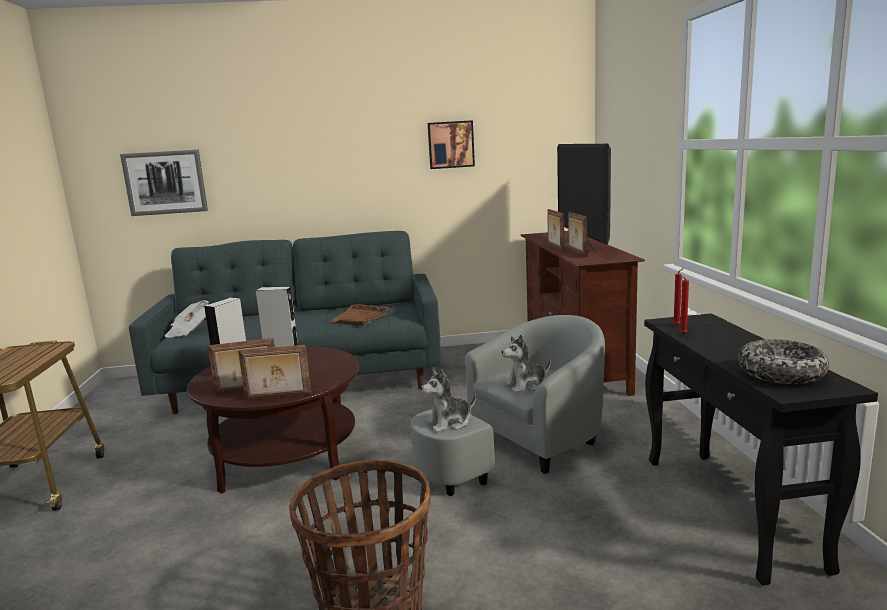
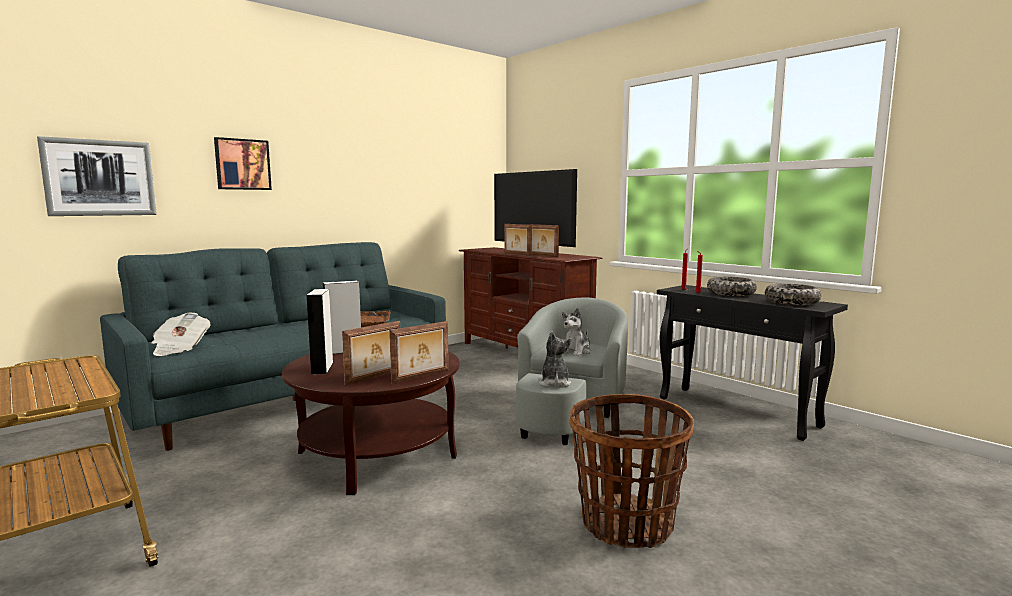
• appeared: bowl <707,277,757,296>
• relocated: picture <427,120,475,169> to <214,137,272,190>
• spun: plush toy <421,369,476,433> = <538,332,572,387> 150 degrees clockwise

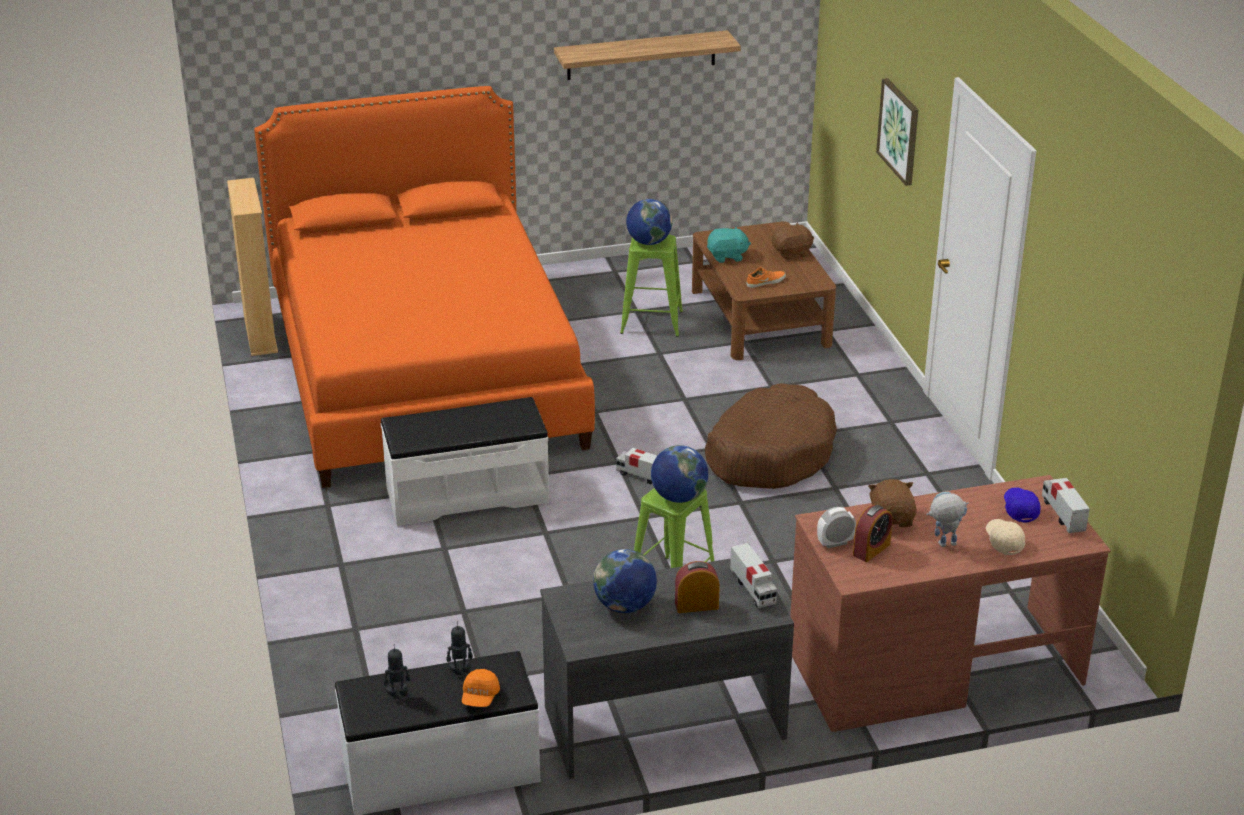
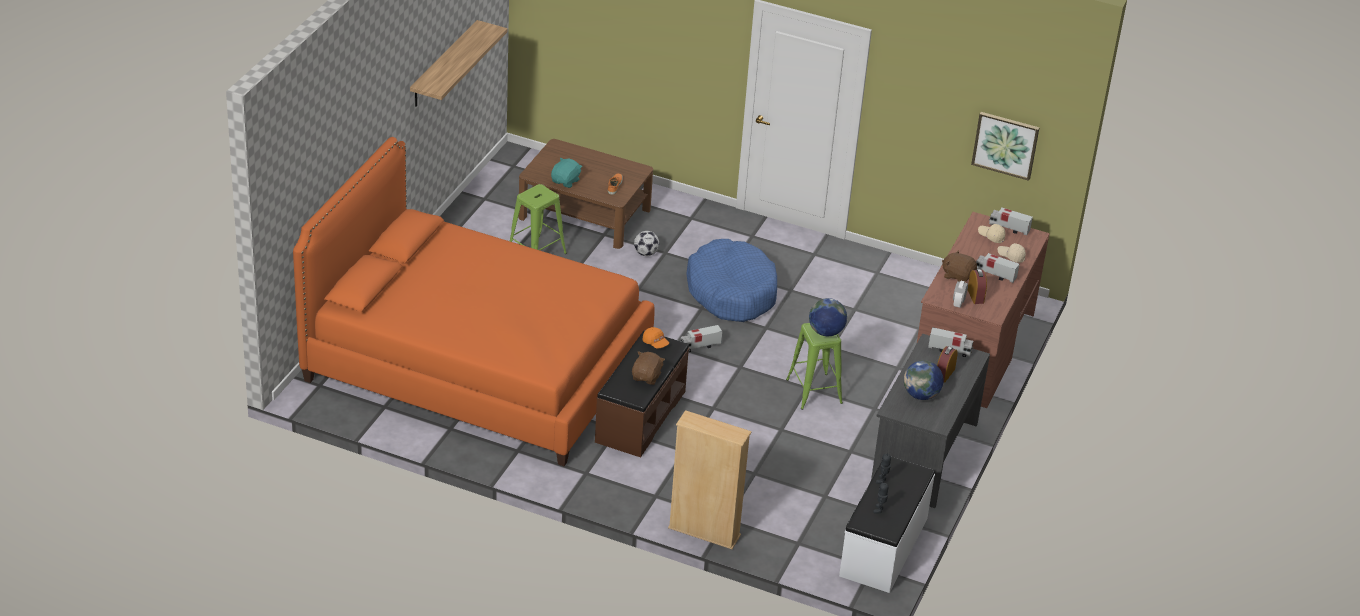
• missing: globe <626,199,672,245>
• appeared: football <634,231,659,256>
• relocated: beige bookcase <227,178,278,356> to <668,410,752,549>
• relocated: orange cap <462,669,500,707> to <643,327,669,349>
• relocated: brown plush toy <771,223,814,260> to <632,351,665,385>
• relocated: picture <876,78,918,186> to <971,112,1039,181>
• exchanged: toy robot <926,492,969,547> to toy truck <976,253,1019,283>
• colour: white bench <381,397,549,526> to brown bench <595,330,689,457>
• colour: brown dog bed <705,383,837,489> to blue dog bed <686,239,777,322>
• colour: blue cap <1004,487,1040,522> to beige cap <978,224,1006,243>

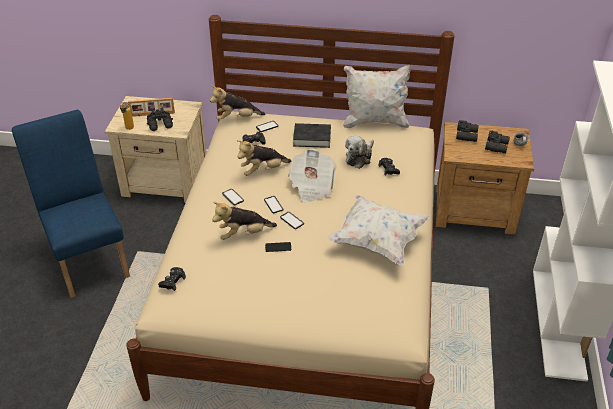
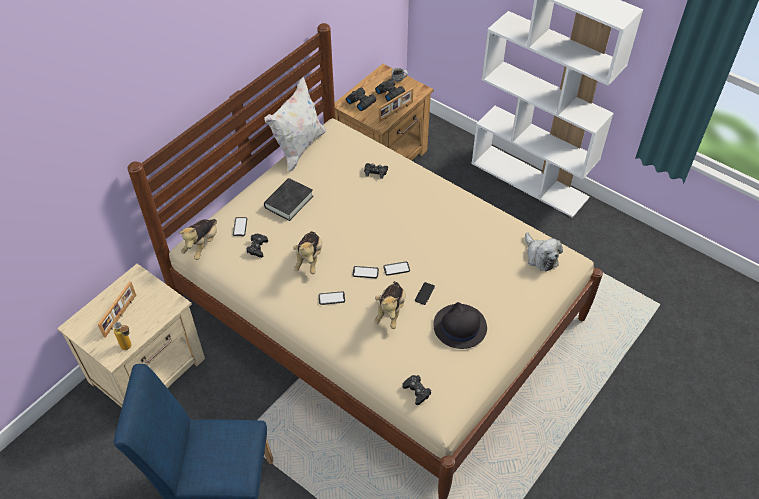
• missing: black binoculars <147,107,173,131>
• missing: newspaper <288,148,336,203>
• missing: white pillow <327,195,429,266>
• appeared: picture frame <378,88,413,123>
• appeared: black hat <433,302,487,349>
• relocated: plush toy <345,136,374,169> to <525,232,563,271>

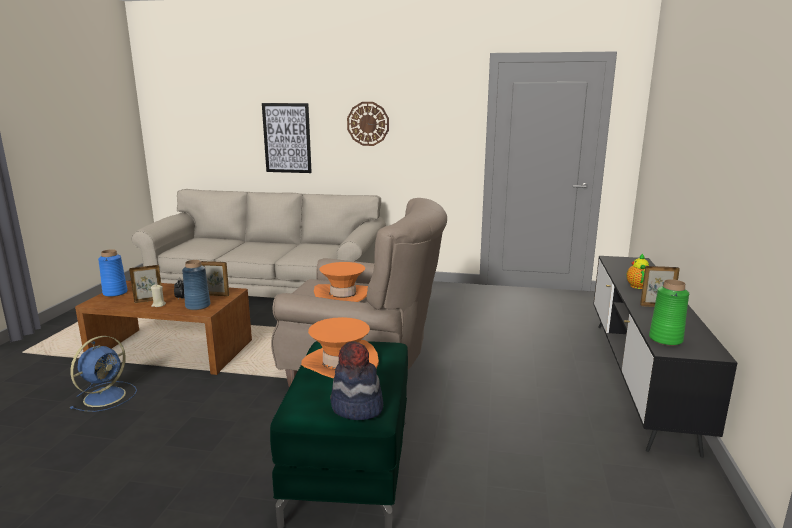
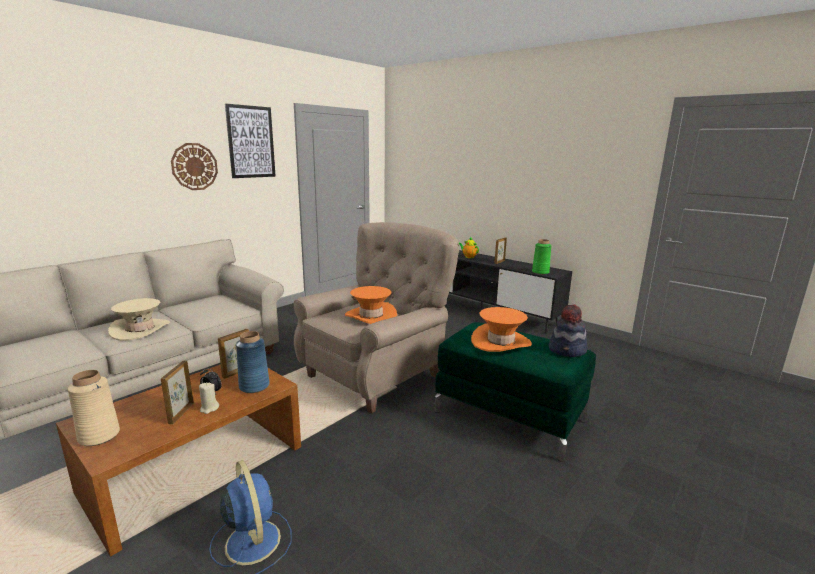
• appeared: beige hat <108,298,170,341>
• relocated: picture <262,103,312,173> to <225,104,276,178>
• colour: blue vase <98,249,128,297> to beige vase <68,370,120,446>

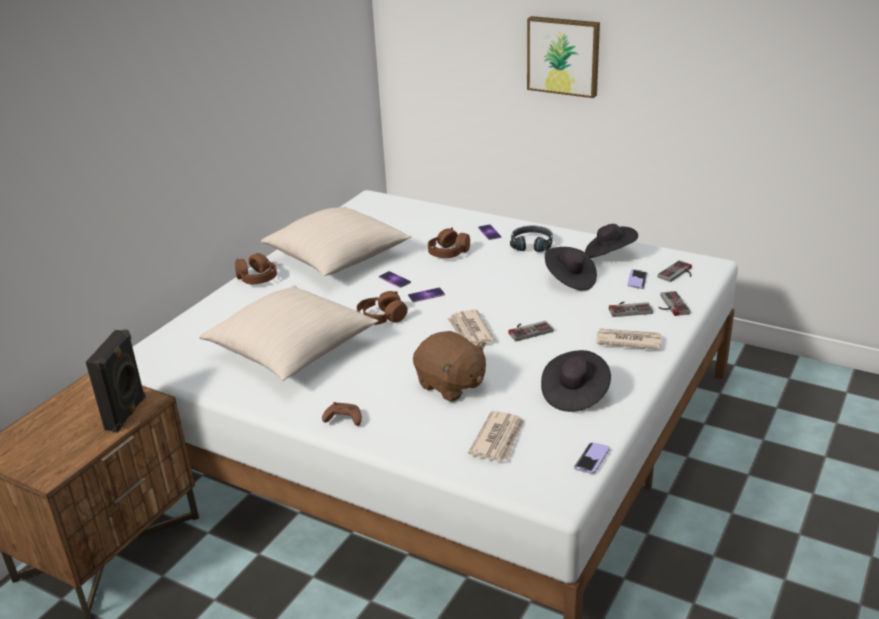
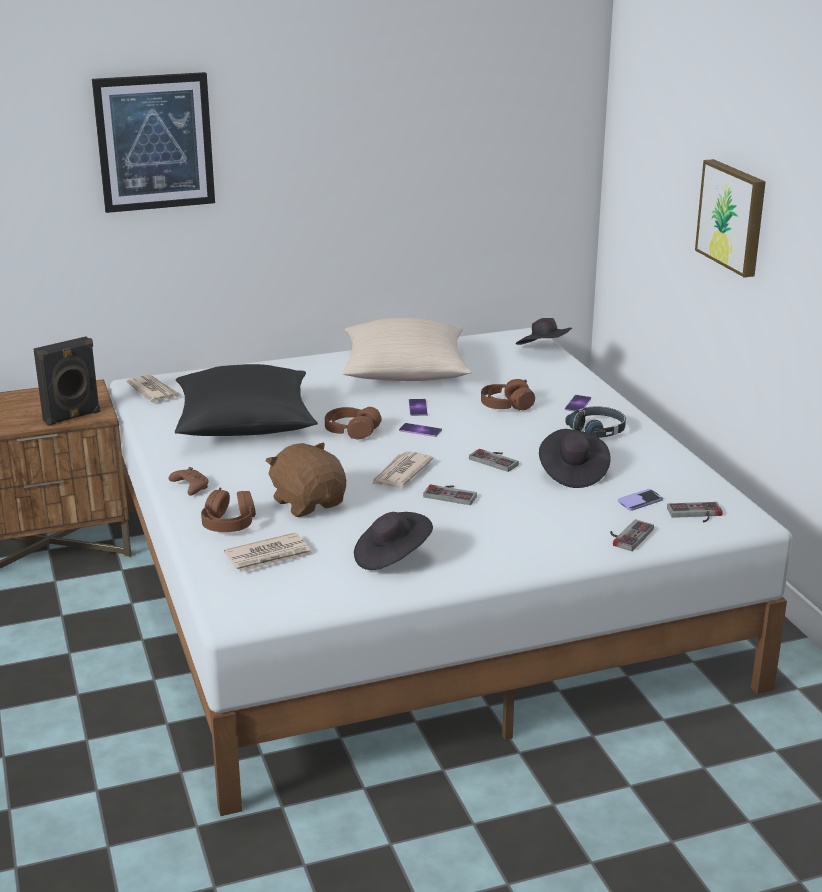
• missing: phone <574,442,610,474>
• appeared: picture <92,72,215,213>
• relocated: brown headphones <235,253,277,284> to <201,487,256,532>
• relocated: black hat <585,224,638,258> to <516,318,572,345>
• relocated: newspaper <596,328,661,350> to <126,375,180,402>
• relocated: game controller <609,302,653,317> to <469,449,519,472>
• colour: beige pillow <199,285,379,381> to black pillow <175,364,318,436>
• spun: brown plush toy <413,331,486,402> = <265,442,346,517> 150 degrees clockwise

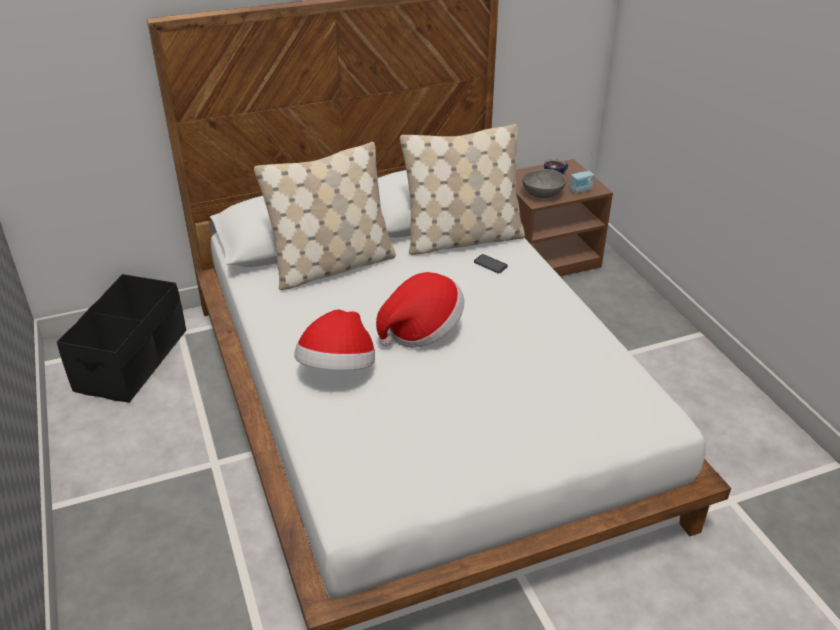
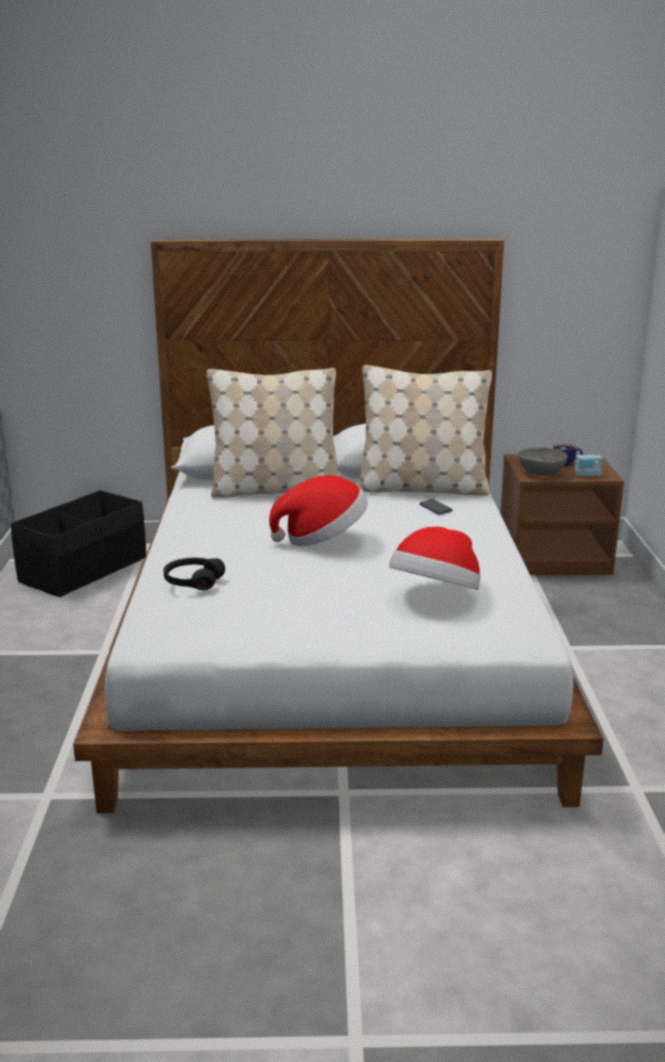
• appeared: black headphones <164,558,225,590>
• relocated: hat <294,309,375,371> to <389,527,481,590>

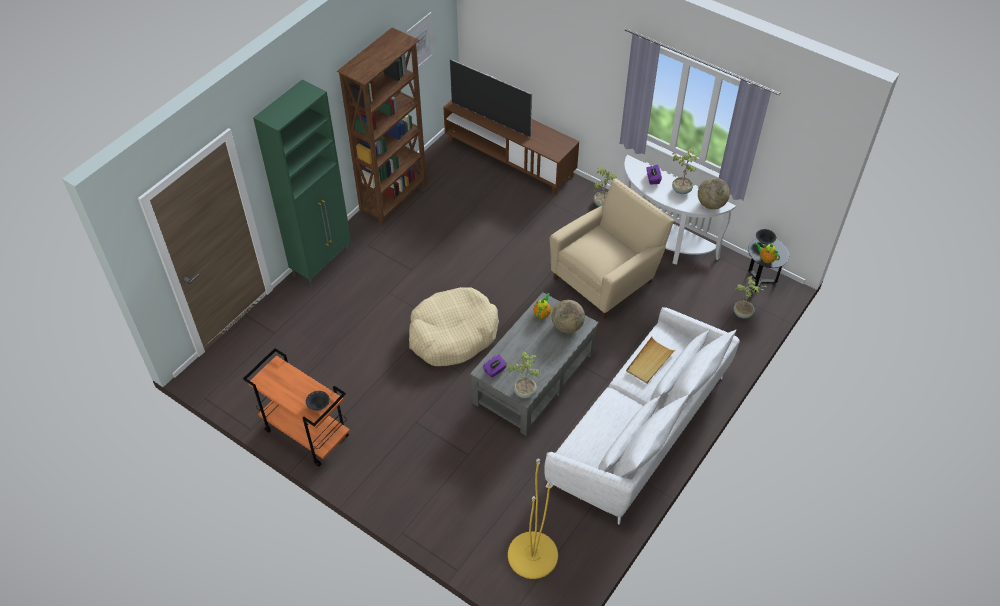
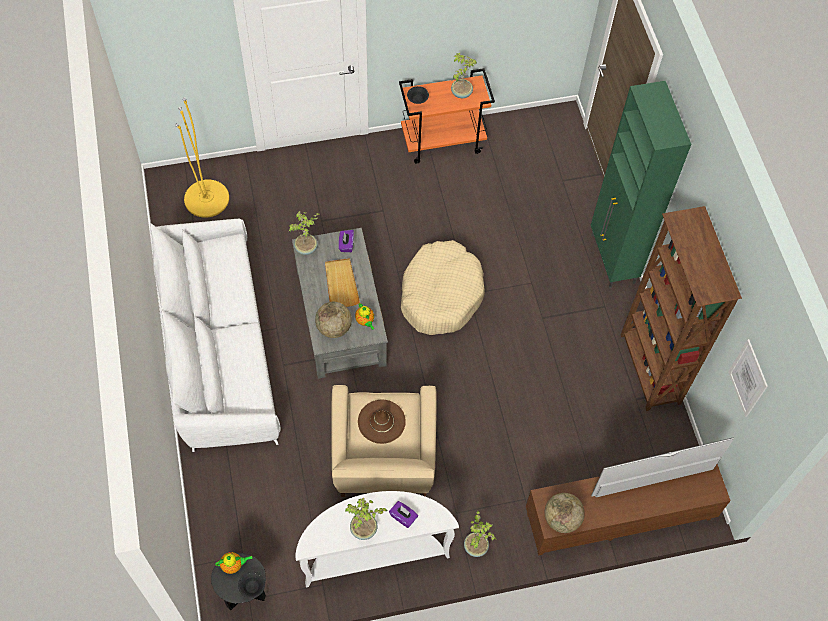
• appeared: brown hat <358,400,406,444>
• relocated: beige tray <626,337,675,384> to <325,258,360,307>
• relocated: globe <698,178,730,209> to <544,493,585,533>
• relocated: potted plant <734,276,767,319> to <451,53,477,98>

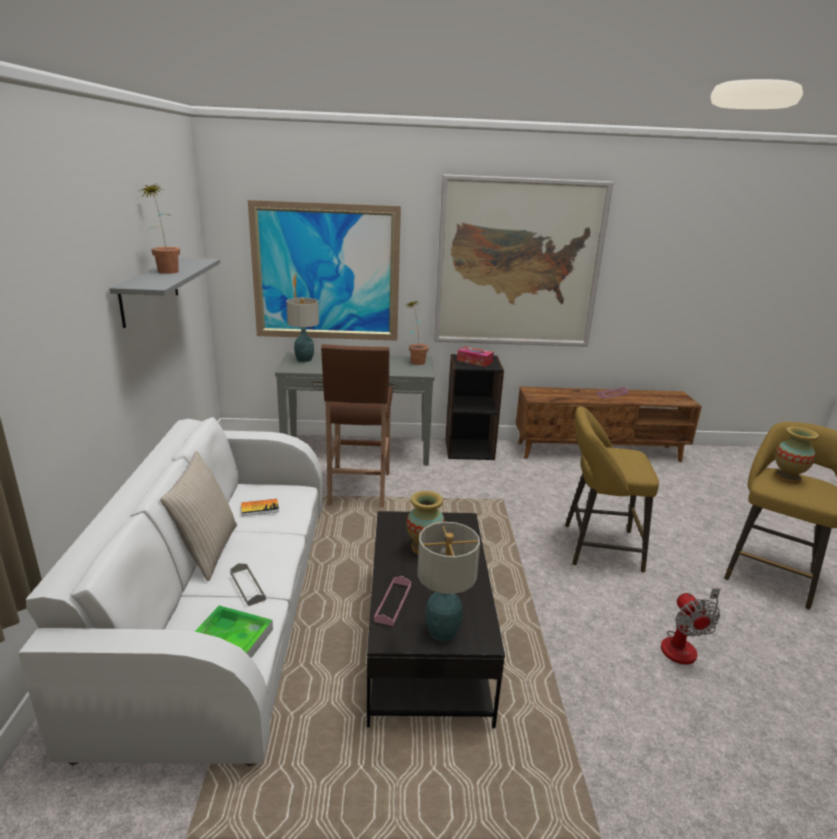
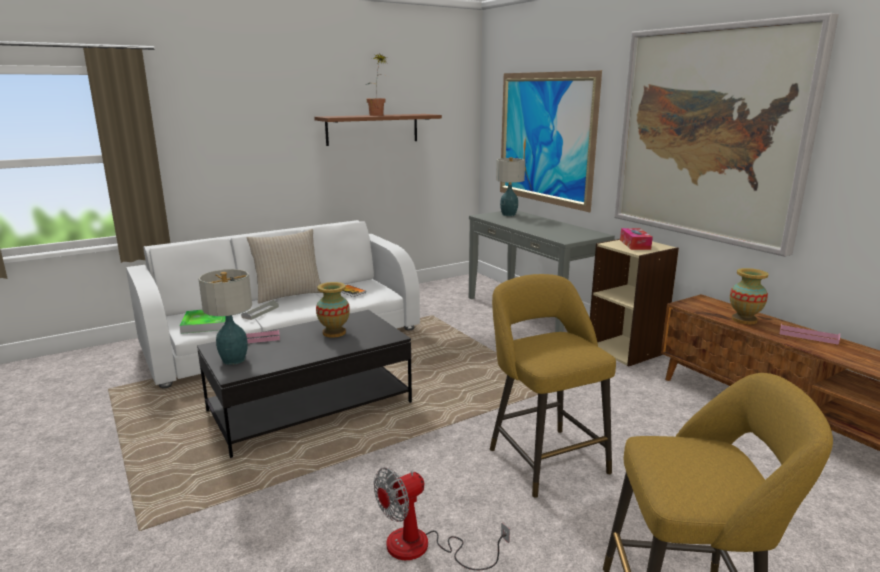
• missing: brown stool <321,344,393,508>
• missing: potted plant <405,300,429,365>
• relocated: vase <775,426,819,484> to <730,268,768,325>
• colour: grey shelf <109,258,220,328> to brown shelf <314,114,442,146>
• colour: black bookcase <445,354,504,460> to beige bookcase <590,239,679,366>

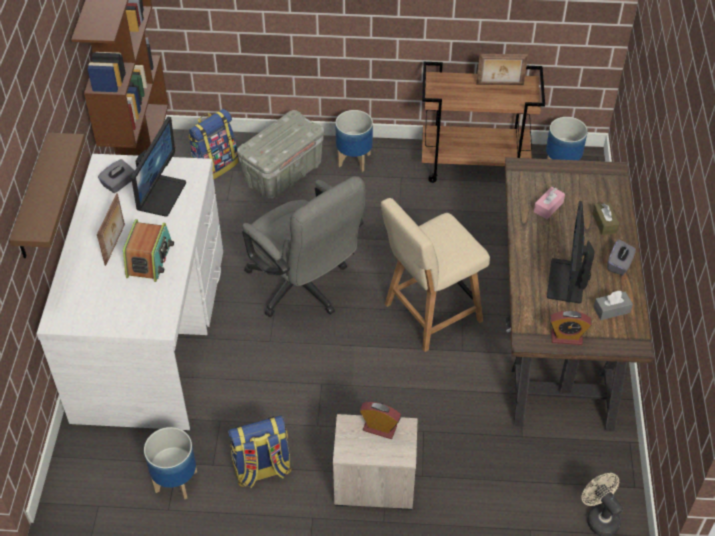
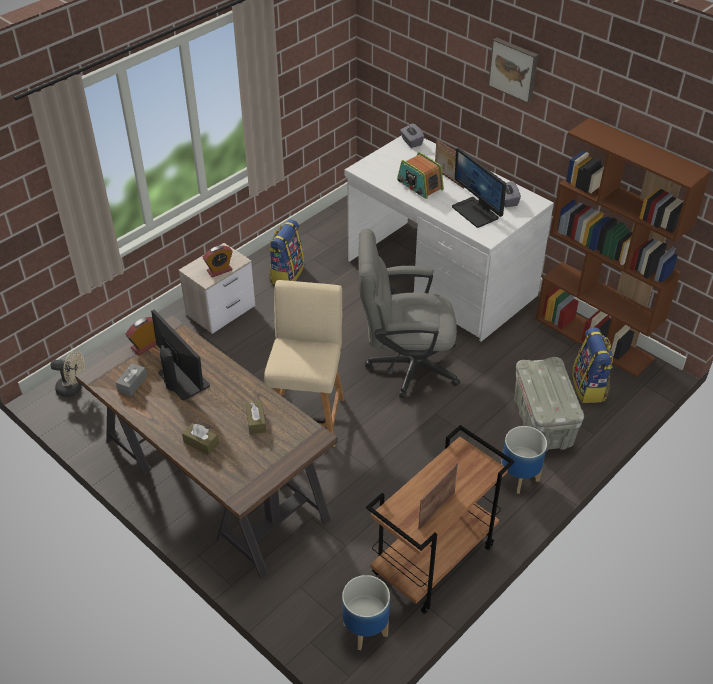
• missing: brown shelf <9,133,85,258>
• missing: planter <144,427,197,499>
• appeared: picture <488,38,538,103>
• relocated: grey tissue box <607,239,636,276> to <400,123,424,148>
• colour: pink tissue box <534,187,565,219> to brown tissue box <246,401,266,435>

